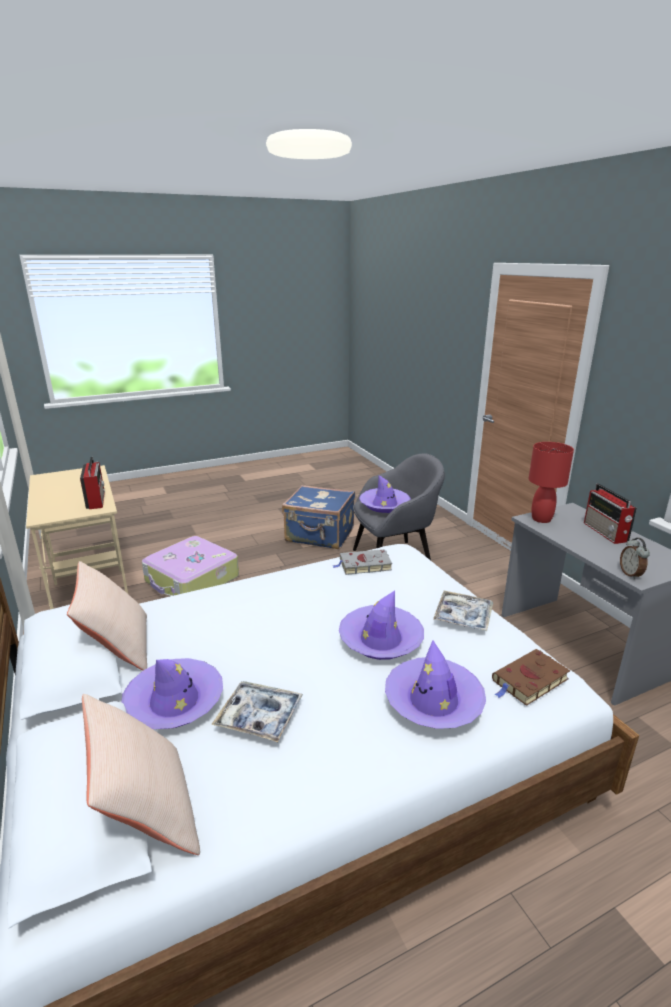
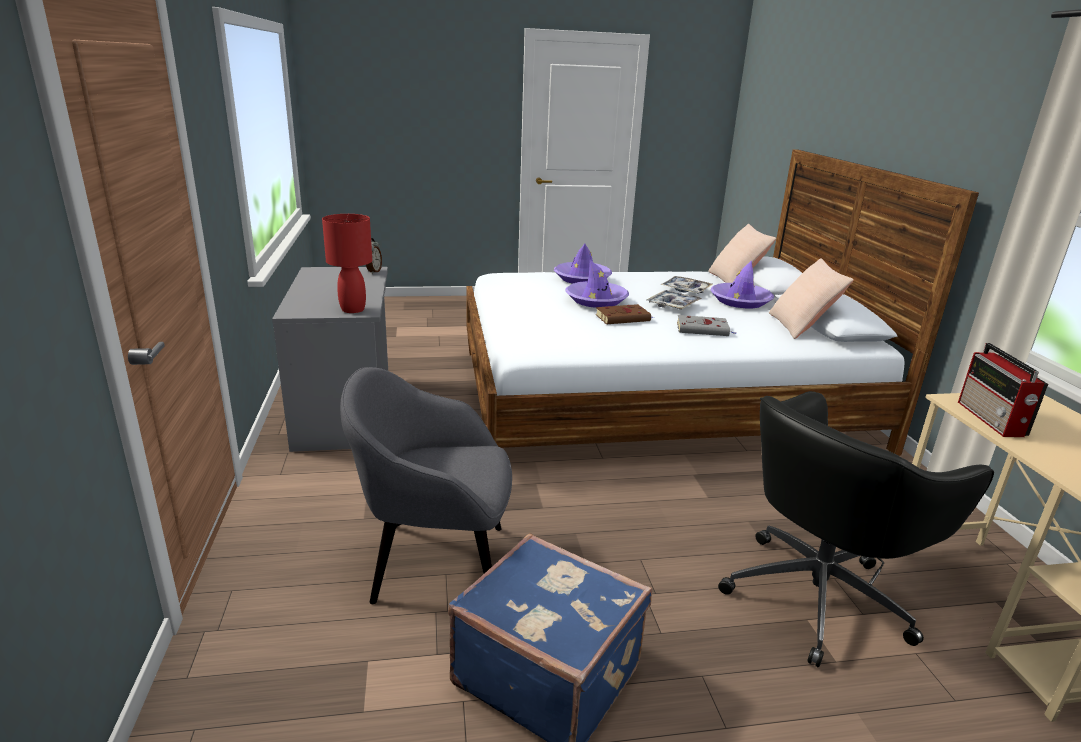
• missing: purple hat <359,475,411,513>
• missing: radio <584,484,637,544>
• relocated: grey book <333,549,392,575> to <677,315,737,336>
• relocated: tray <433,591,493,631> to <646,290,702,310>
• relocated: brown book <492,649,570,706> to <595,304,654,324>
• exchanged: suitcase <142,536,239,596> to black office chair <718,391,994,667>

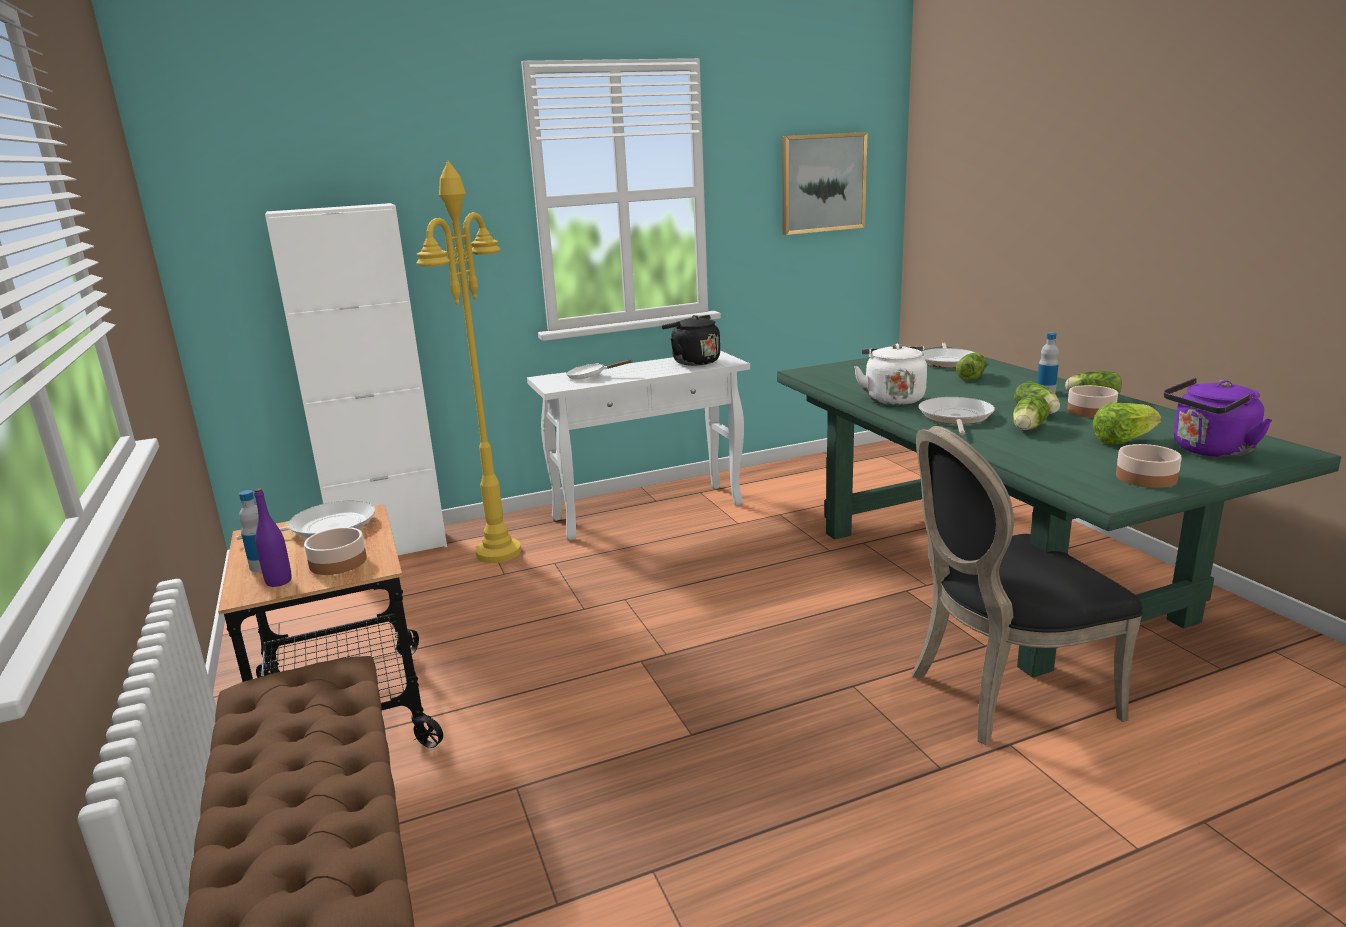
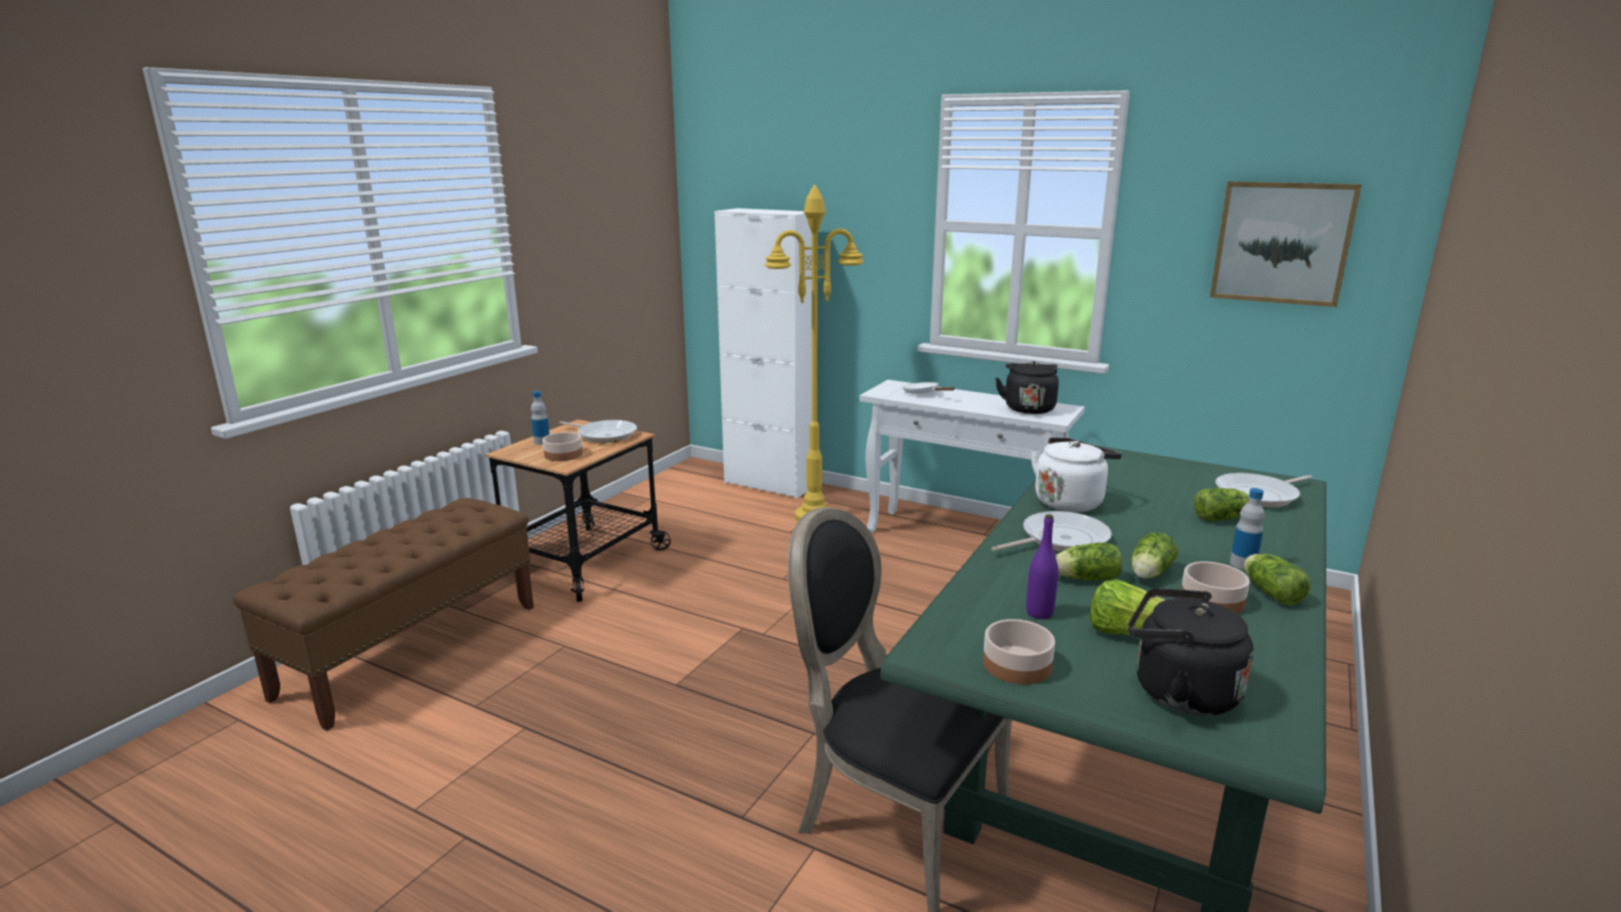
• relocated: purple bottle <254,488,292,587> to <1026,514,1058,619>
• colour: purple kettle <1164,378,1272,458> to black kettle <1128,588,1254,716>

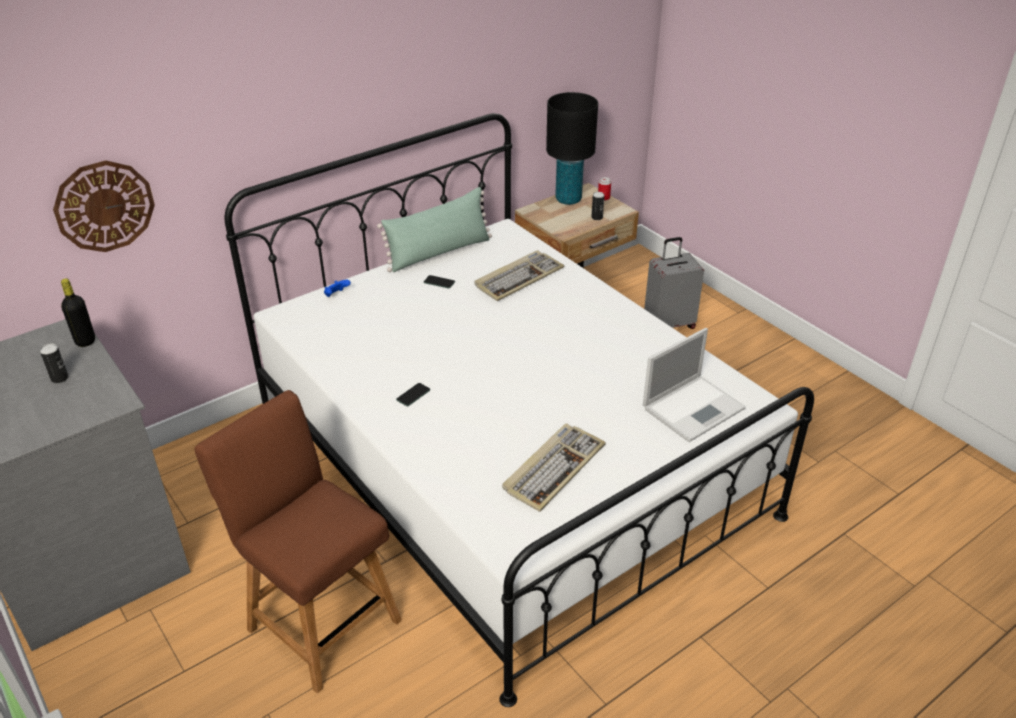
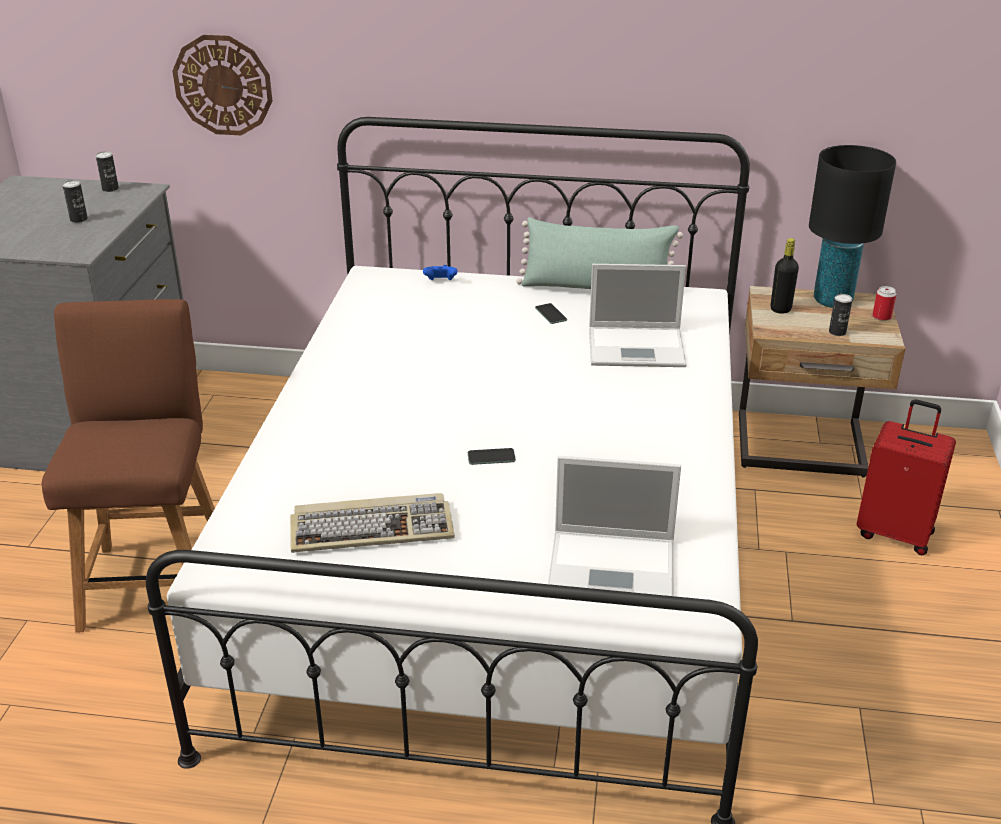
• appeared: can <96,151,119,192>
• relocated: black bottle <61,278,95,347> to <771,238,799,314>
• relocated: phone <396,383,430,406> to <468,448,516,465>
• exchanged: keyboard <474,250,564,301> to laptop <589,264,687,367>
• colour: grey suitcase <644,237,704,329> to red suitcase <857,399,956,555>

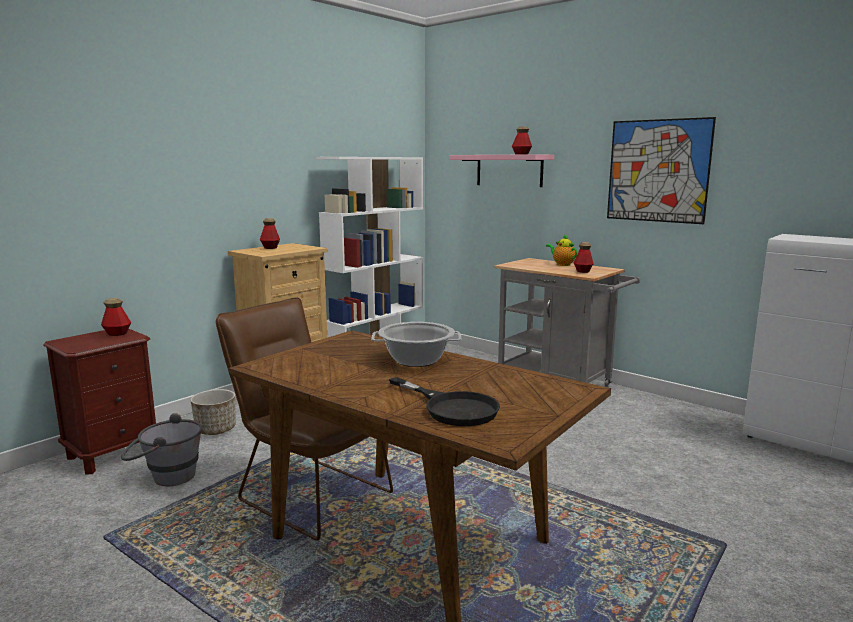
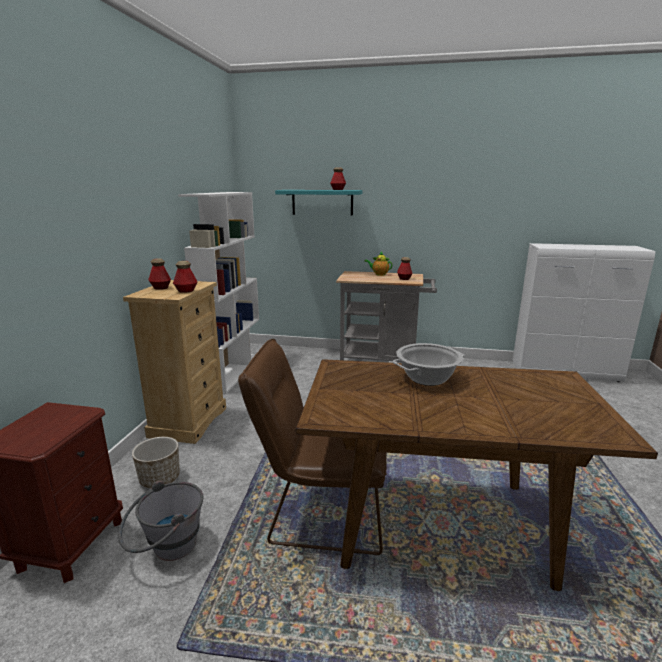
• missing: black frying pan <389,377,500,426>
• missing: picture <607,117,716,224>
• relocated: bottle <101,298,131,336> to <173,261,198,293>
• colour: pink shelf <449,154,554,187> to turquoise shelf <275,190,362,216>

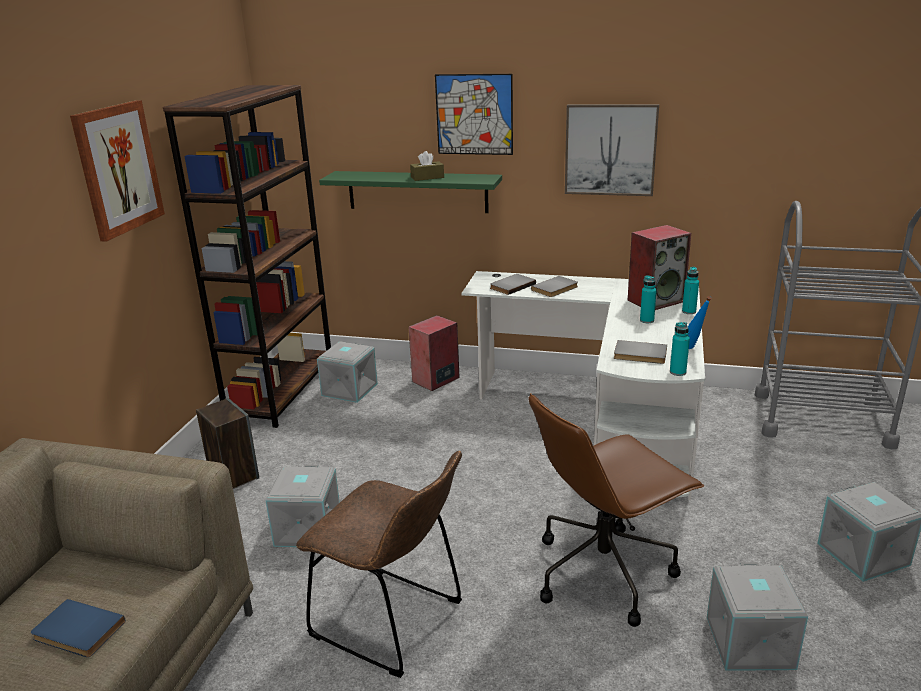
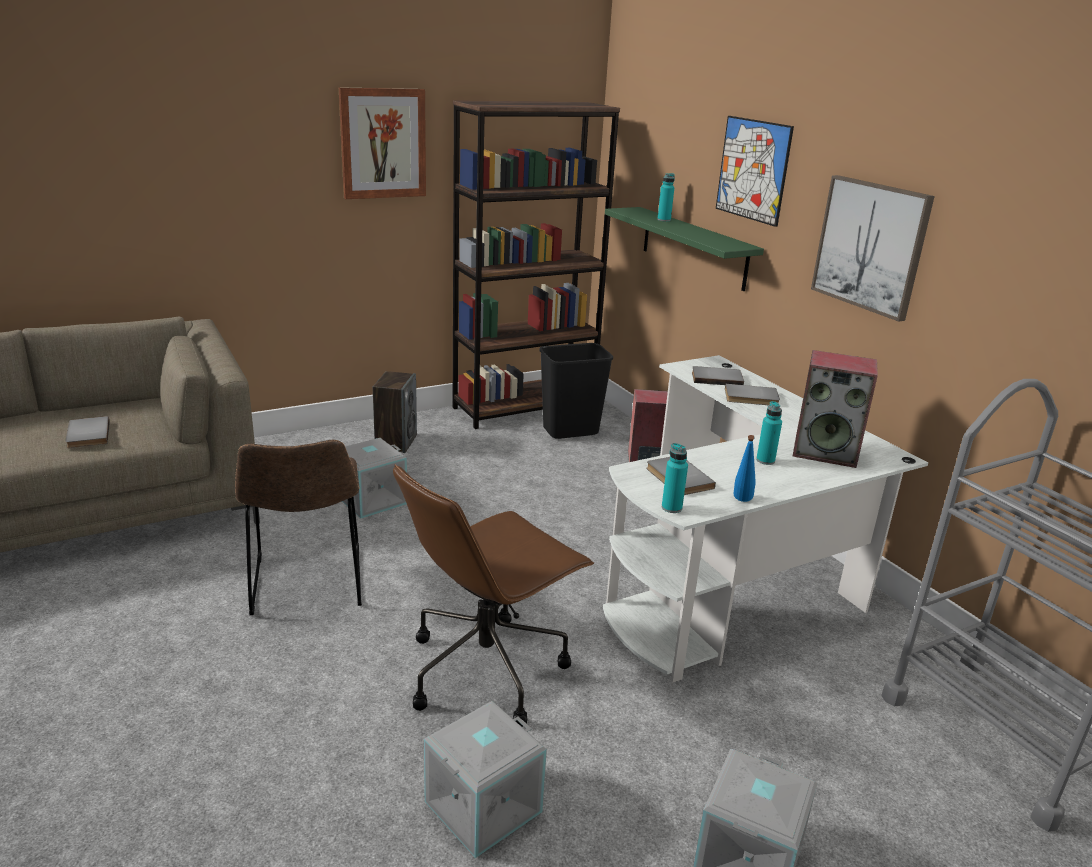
• missing: brown tissue box <410,151,444,181>
• relocated: turquoise bottle <682,267,699,314> to <657,173,675,222>
• exchanged: grey storage box <317,341,378,403> to black trash can <539,343,613,439>
• colour: blue book <31,599,126,657> to grey book <65,416,110,448>
• spun: brown office chair <528,393,704,627> = <393,464,594,727> 60 degrees counterclockwise

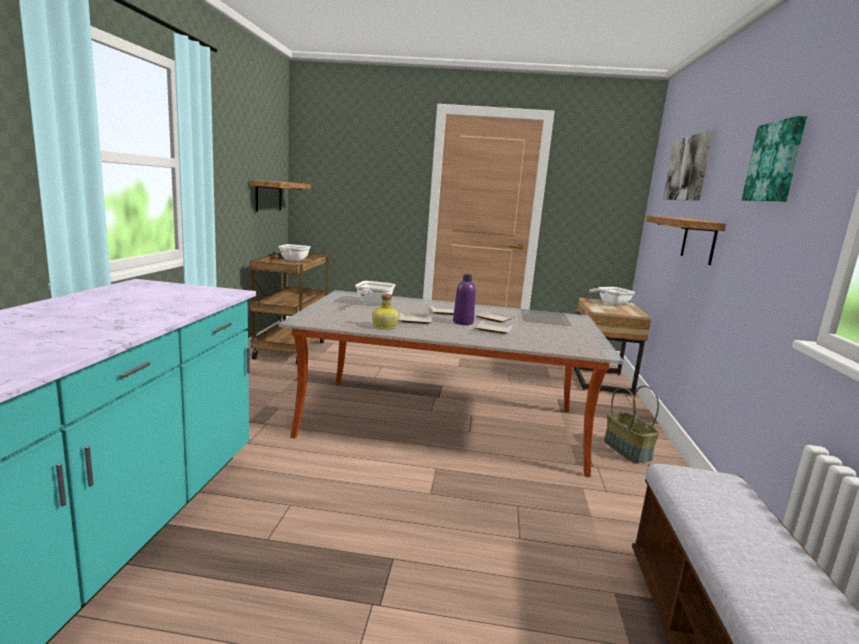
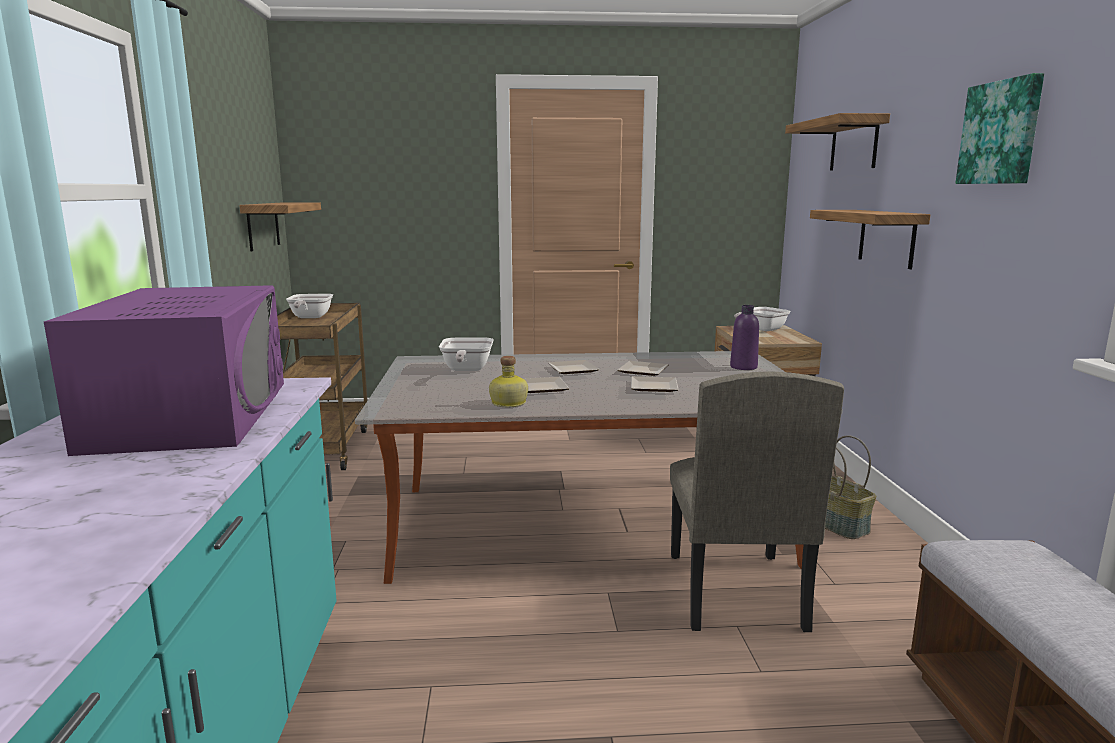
• appeared: purple microwave <44,285,284,456>
• appeared: beige chair <670,371,844,632>
• relocated: purple bottle <453,274,476,325> to <730,305,759,370>
• exchanged: picture <663,131,714,201> to shelf <785,113,890,171>

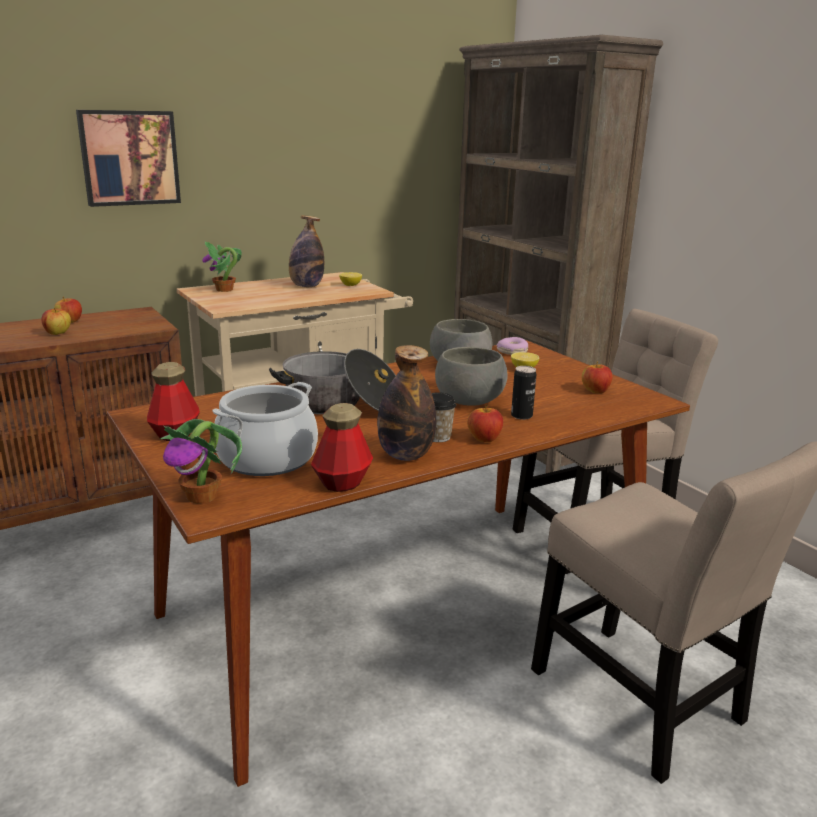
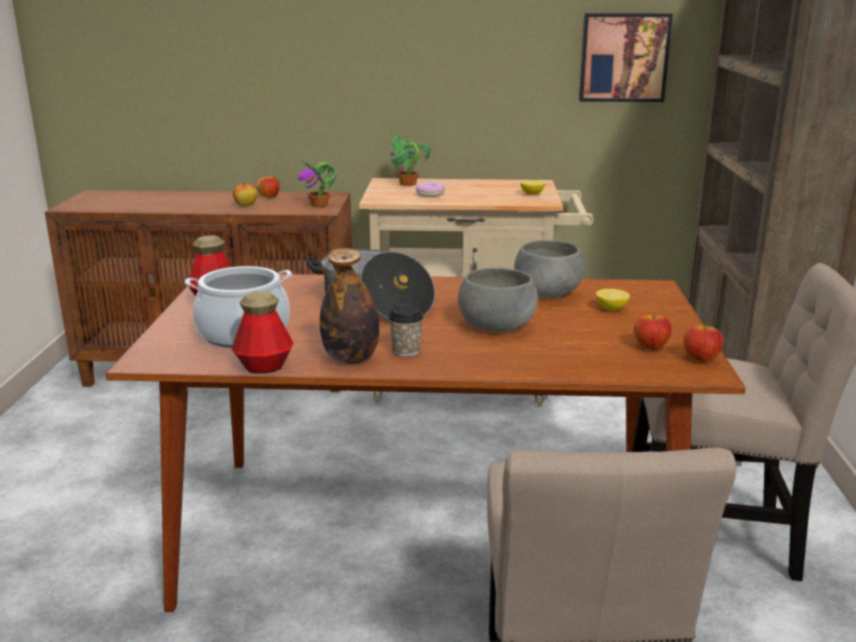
• missing: bottle <289,215,324,287>
• missing: can <511,366,537,420>
• relocated: picture <76,110,181,207> to <579,13,673,102>
• relocated: potted plant <160,419,242,504> to <298,159,336,207>
• relocated: apple <467,405,503,442> to <683,323,723,363>
• relocated: donut <496,337,528,355> to <416,182,445,197>

